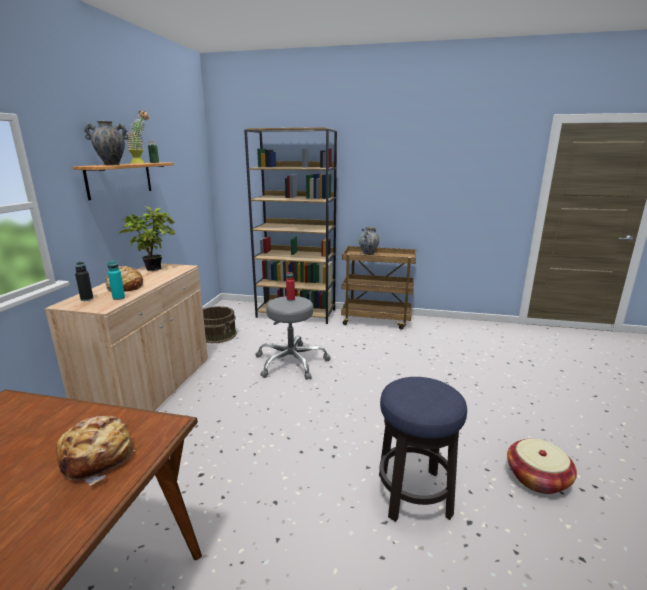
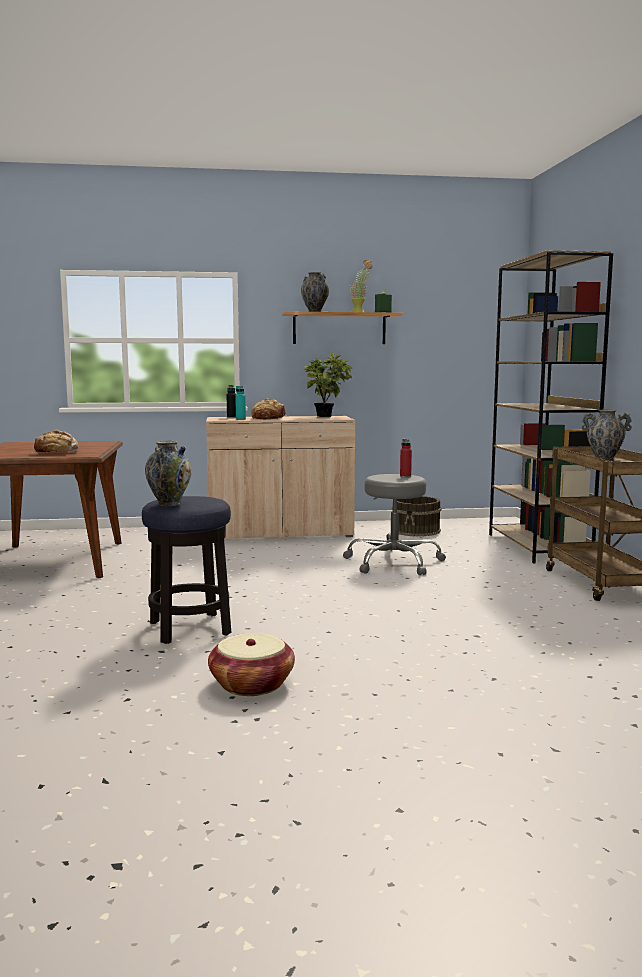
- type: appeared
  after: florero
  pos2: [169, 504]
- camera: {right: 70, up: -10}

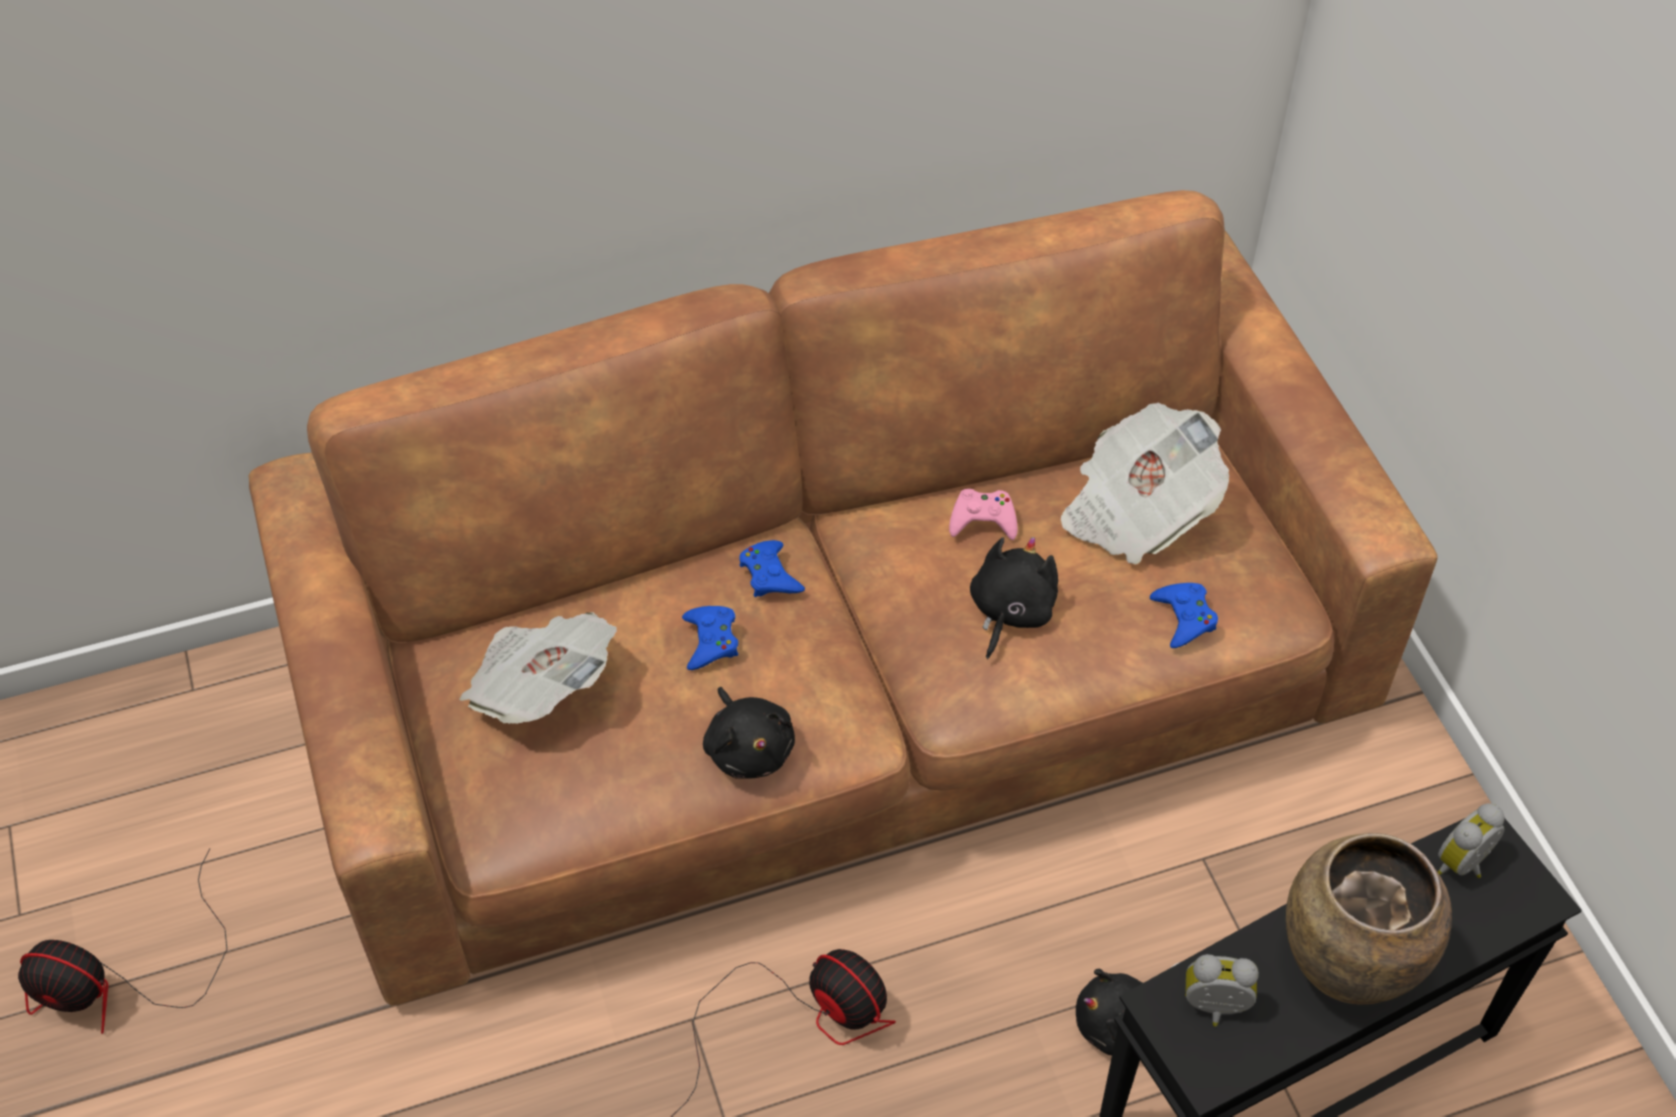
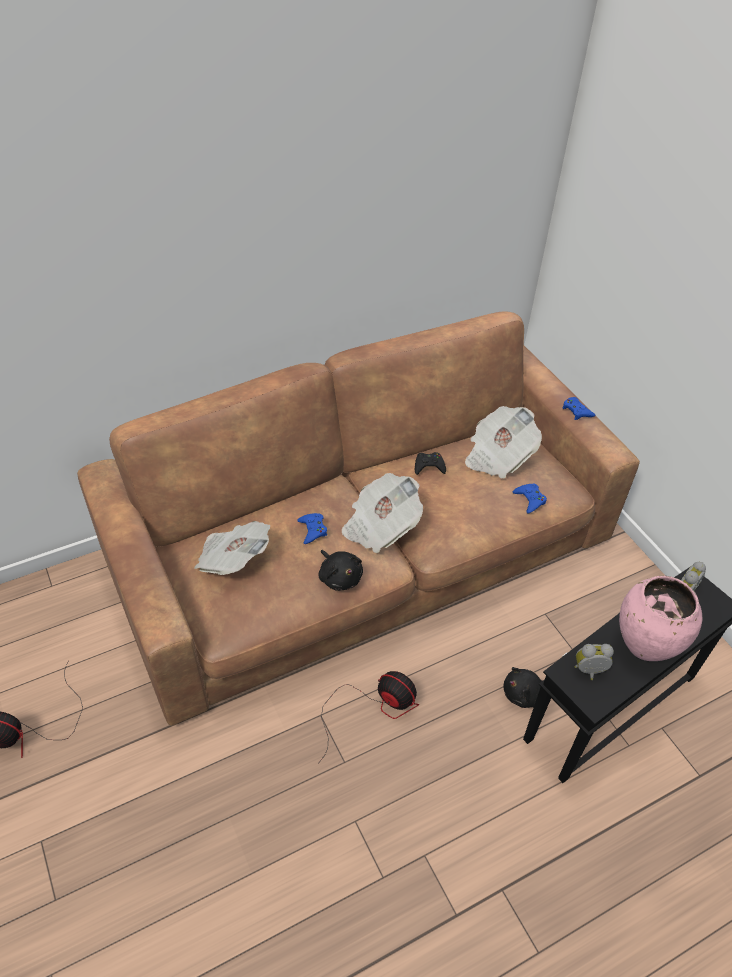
- type: relocated
  before: mando de consola [azul]
  pos1: [770, 575]
  pos2: [576, 411]
- type: colour
  before: mando de consola [rosa]
  after: mando de consola [negro]
  pos1: [983, 519]
  pos2: [429, 466]
- type: missing
  before: peluche [negro]
  pos1: [1010, 611]
- type: colour
  before: florero [marrón]
  after: florero [rosa]
  pos1: [1344, 965]
  pos2: [644, 645]
- type: appeared
  after: periódico
  pos2: [380, 526]
- camera: {right: -10, up: -5}

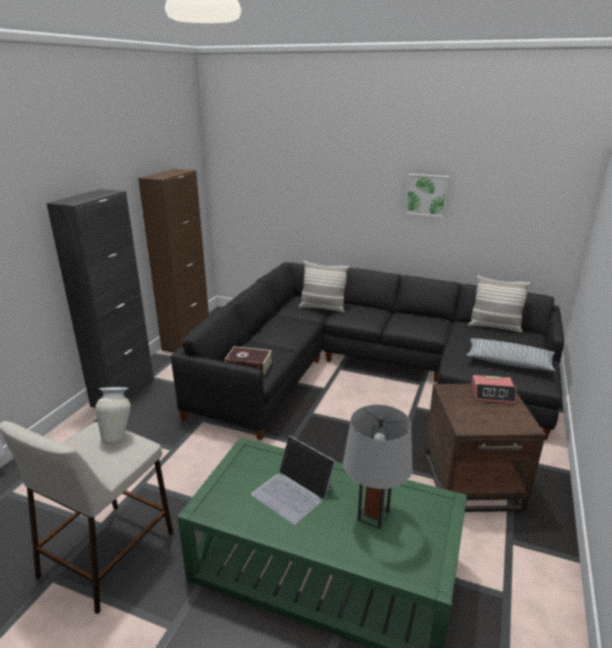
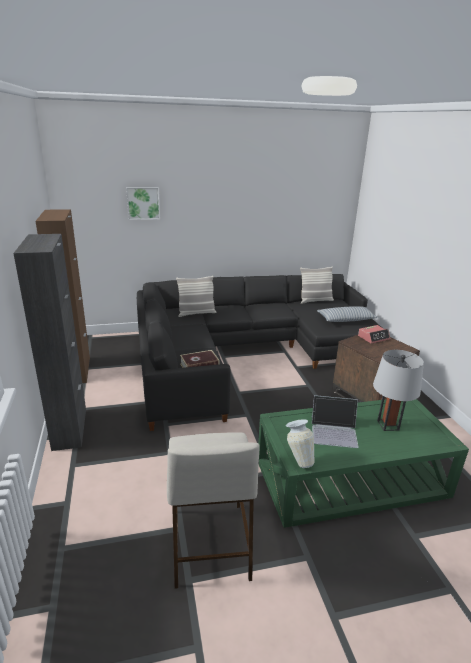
- type: relocated
  before: florero
  pos1: [119, 435]
  pos2: [298, 459]
- type: relocated
  before: cuadro
  pos1: [426, 195]
  pos2: [143, 203]
- camera: {right: -35, up: 0}

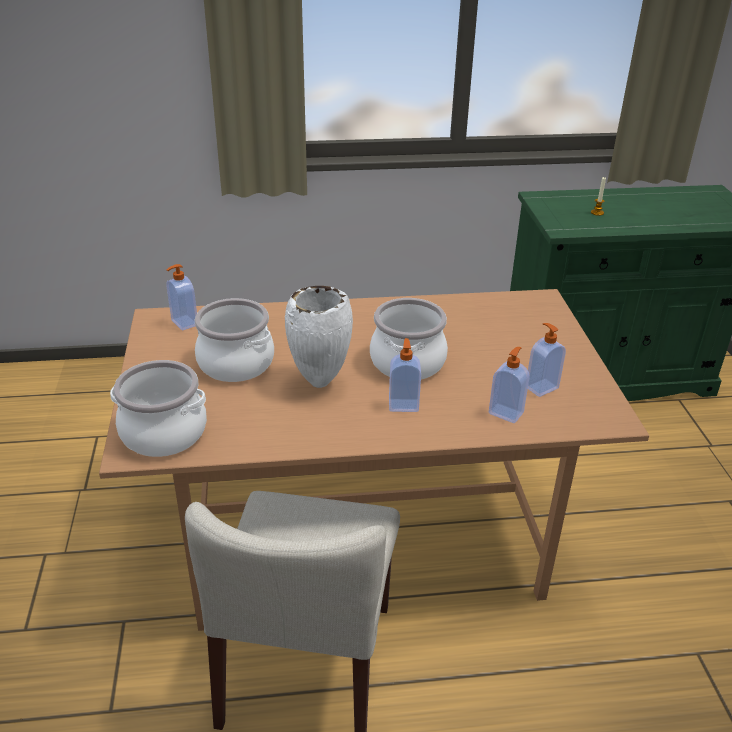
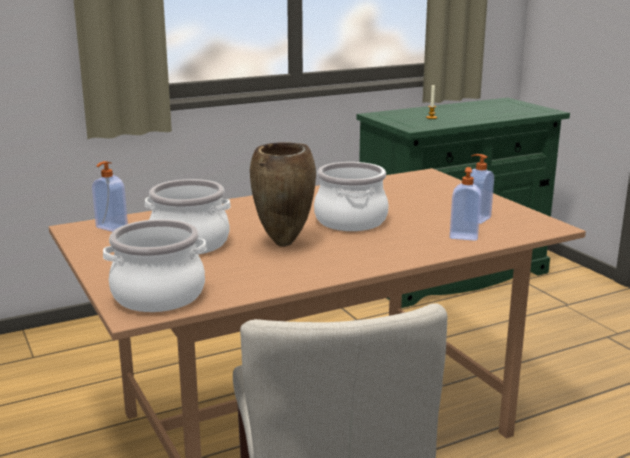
- type: colour
  before: florero [blanco]
  after: florero [marrón]
  pos1: [320, 384]
  pos2: [284, 244]
- type: missing
  before: dispensador de jabón
  pos1: [403, 405]
- camera: {right: -20, up: -15}

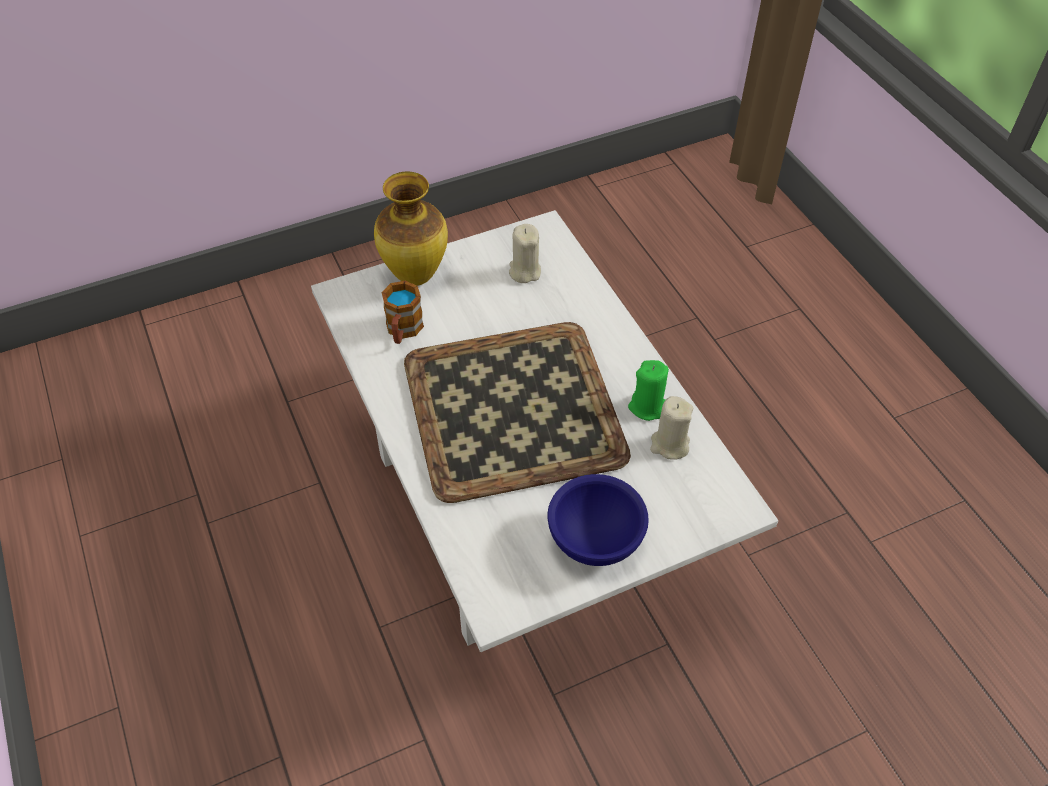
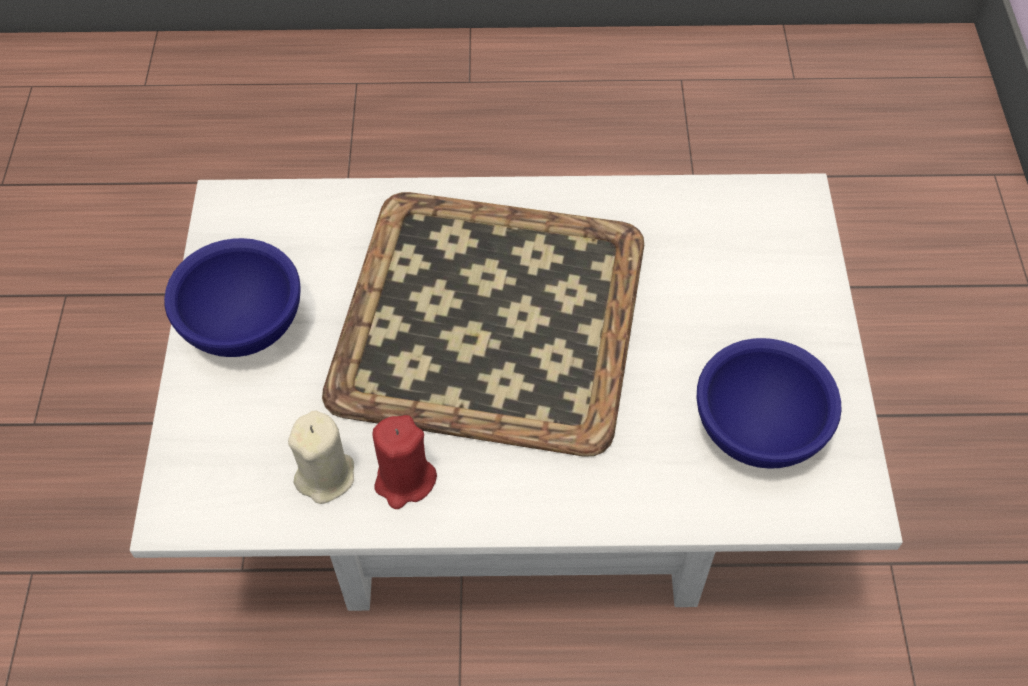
- type: missing
  before: florero
  pos1: [415, 277]
- type: missing
  before: taza grande
  pos1: [403, 331]
- type: exchanged
  before: vela [beis]
  after: cuenco [azul]
  pos1: [524, 271]
  pos2: [756, 433]
- type: colour
  before: vela [verde]
  after: vela [rojo]
  pos1: [648, 407]
  pos2: [404, 480]
- camera: {right: 115, up: 5}

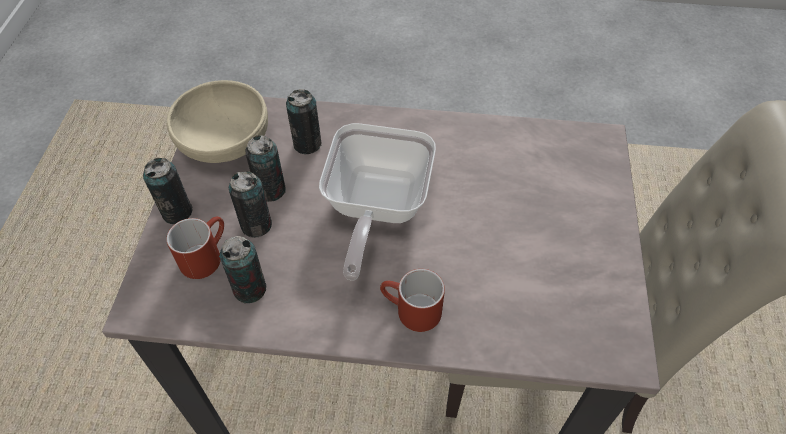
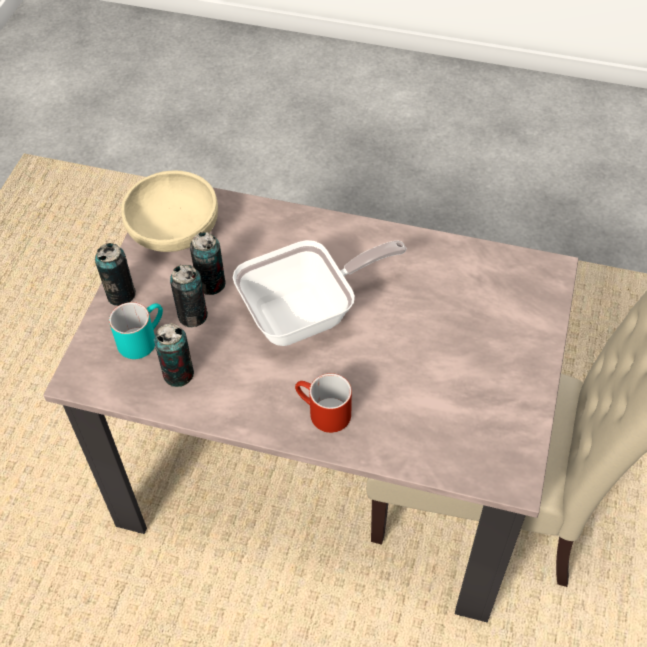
- type: colour
  before: taza grande [rojo]
  after: taza grande [turquesa]
  pos1: [205, 255]
  pos2: [142, 338]
- type: missing
  before: lata
  pos1: [307, 144]
- type: spun
  before: sartén
  pos1: [375, 209]
  pos2: [307, 314]
  turn: -135
- camera: {right: 10, up: 0}

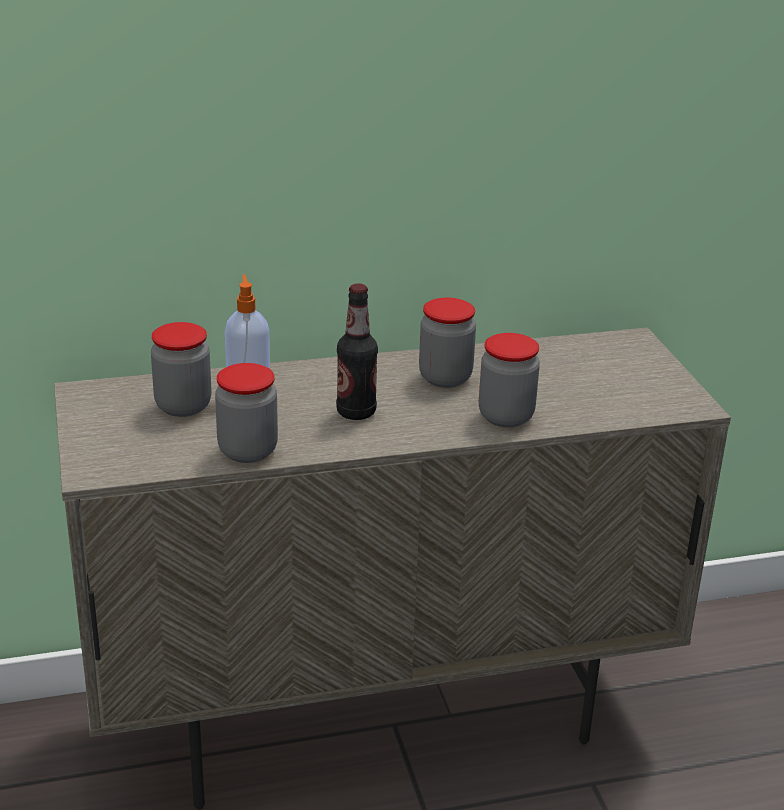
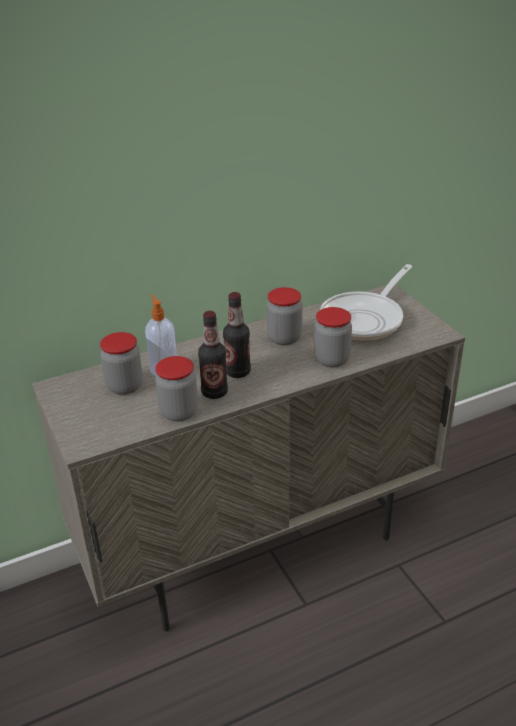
- type: appeared
  after: botella
  pos2: [214, 392]
- type: appeared
  after: sartén
  pos2: [365, 319]
- camera: {right: -10, up: 5}

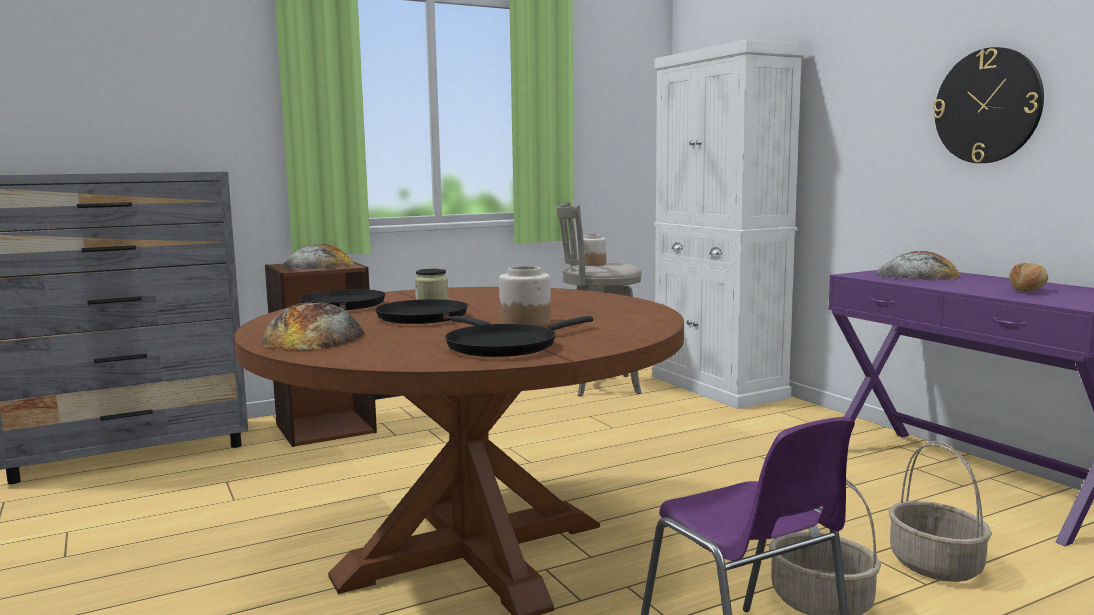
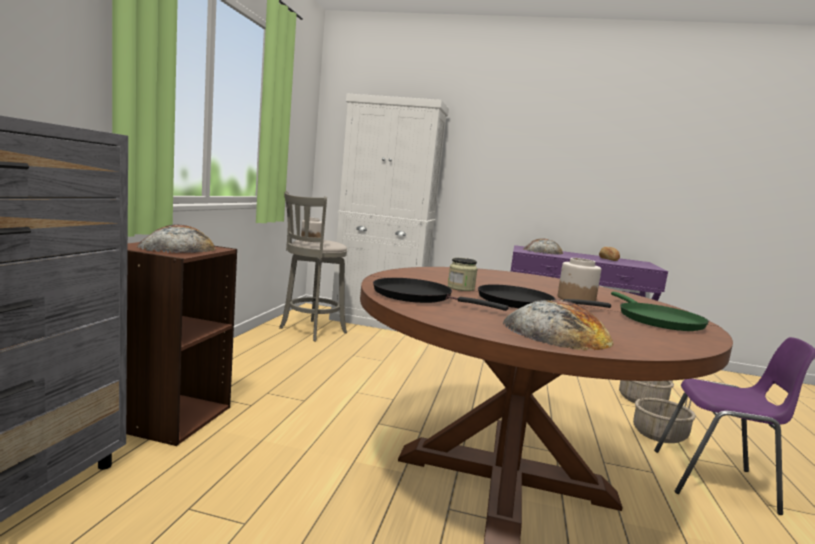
- type: colour
  before: sartén [negro]
  after: sartén [verde]
  pos1: [507, 346]
  pos2: [656, 320]
- type: missing
  before: reloj de pared
  pos1: [987, 106]
- camera: {right: -50, up: 0}

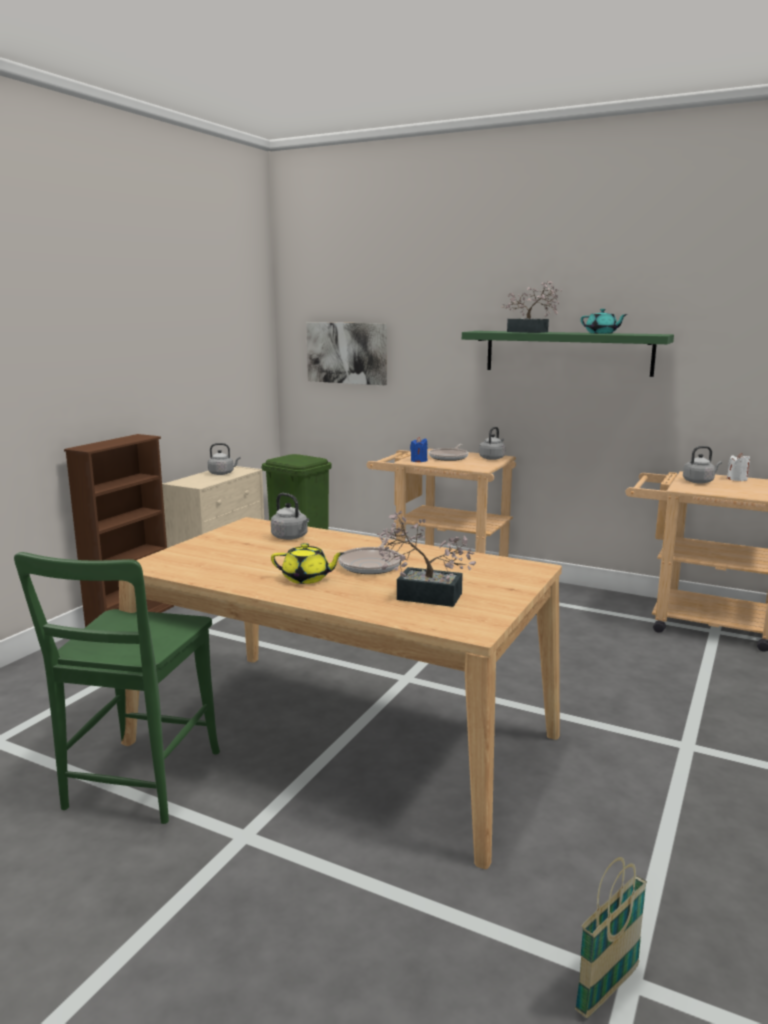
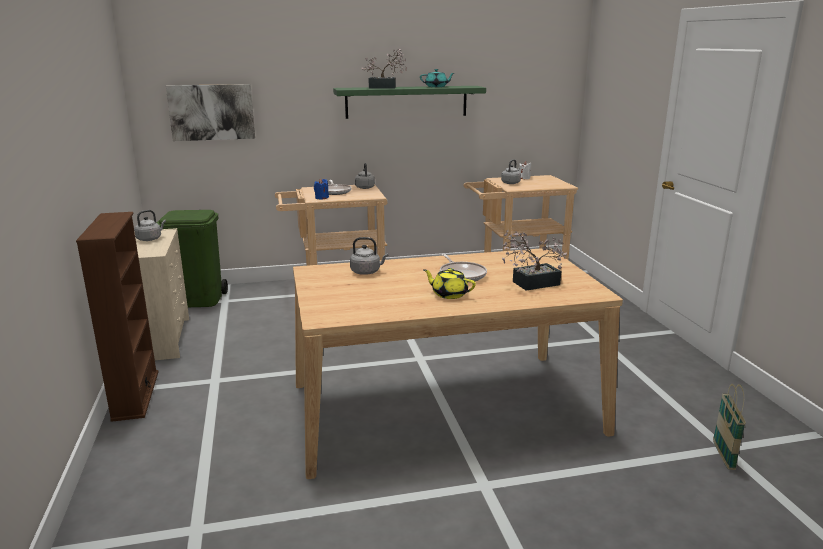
- type: missing
  before: silla [verde]
  pos1: [138, 784]
- type: spun
  before: tetera [amarillo]
  pos1: [307, 578]
  pos2: [449, 294]
  turn: -120
- camera: {right: -40, up: 5}

